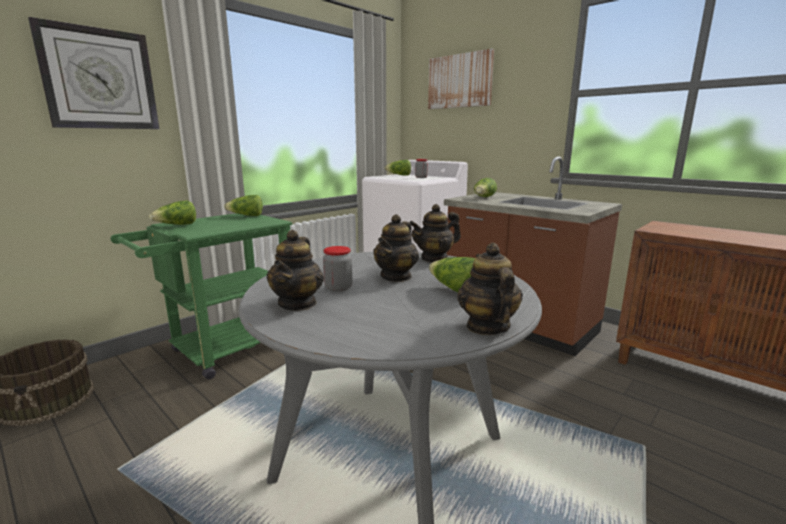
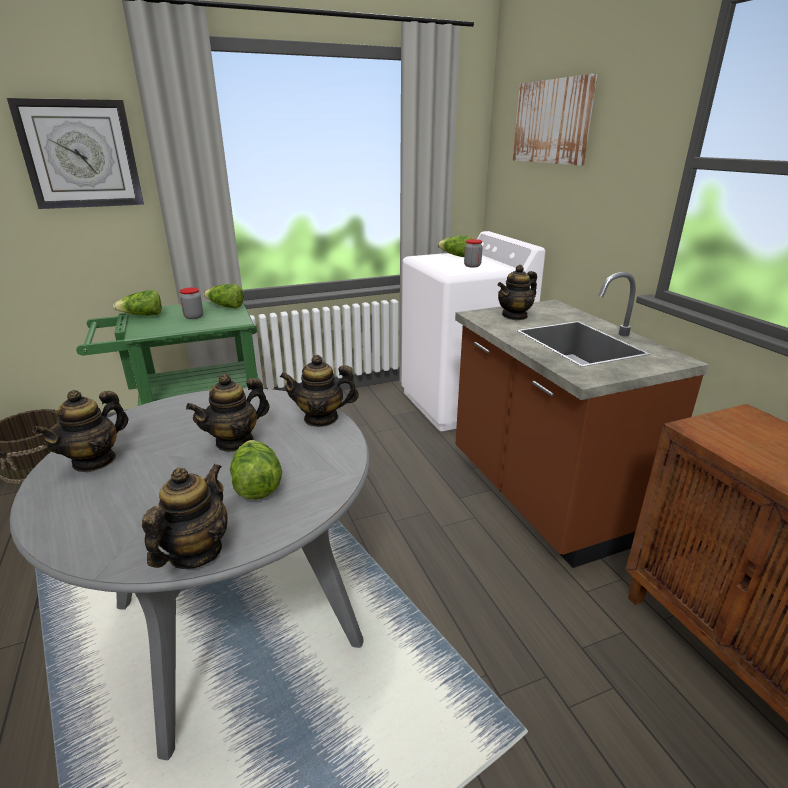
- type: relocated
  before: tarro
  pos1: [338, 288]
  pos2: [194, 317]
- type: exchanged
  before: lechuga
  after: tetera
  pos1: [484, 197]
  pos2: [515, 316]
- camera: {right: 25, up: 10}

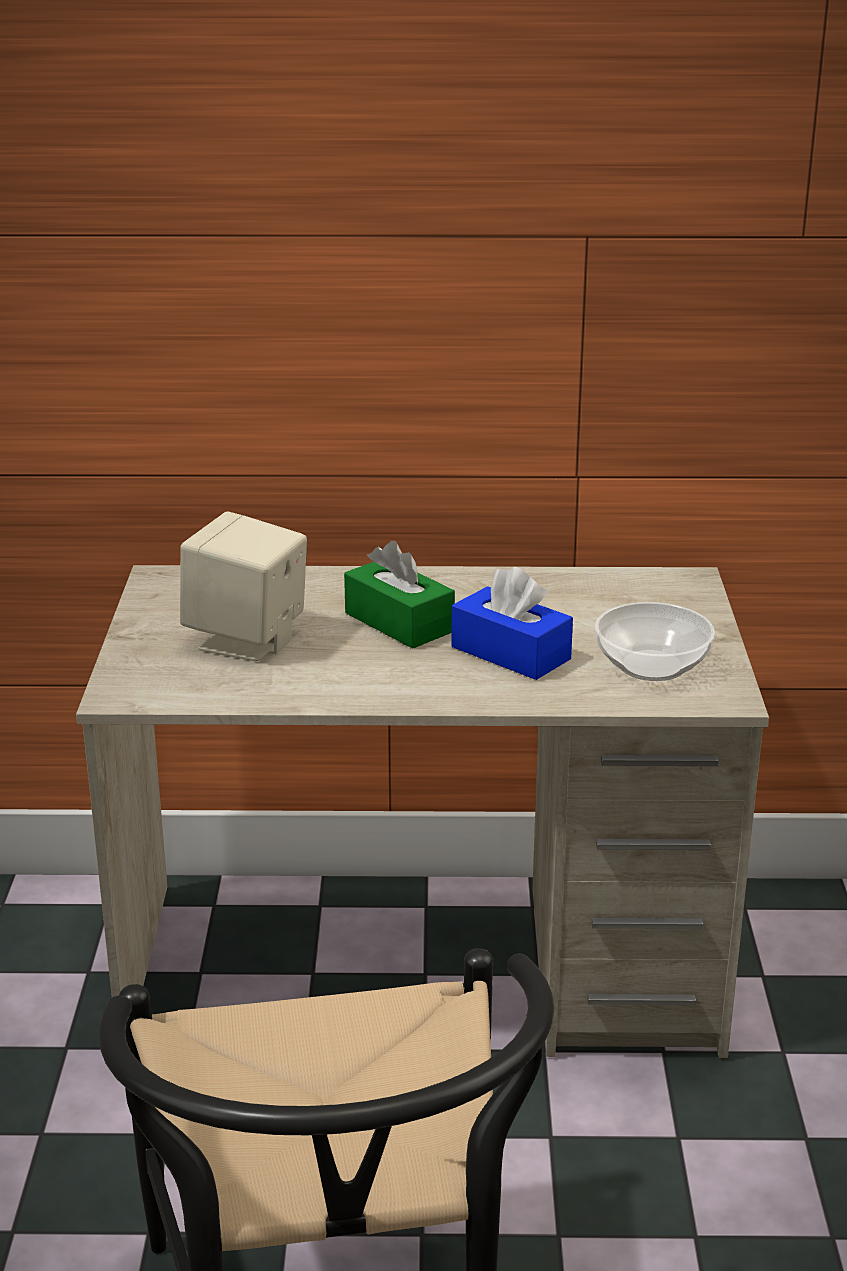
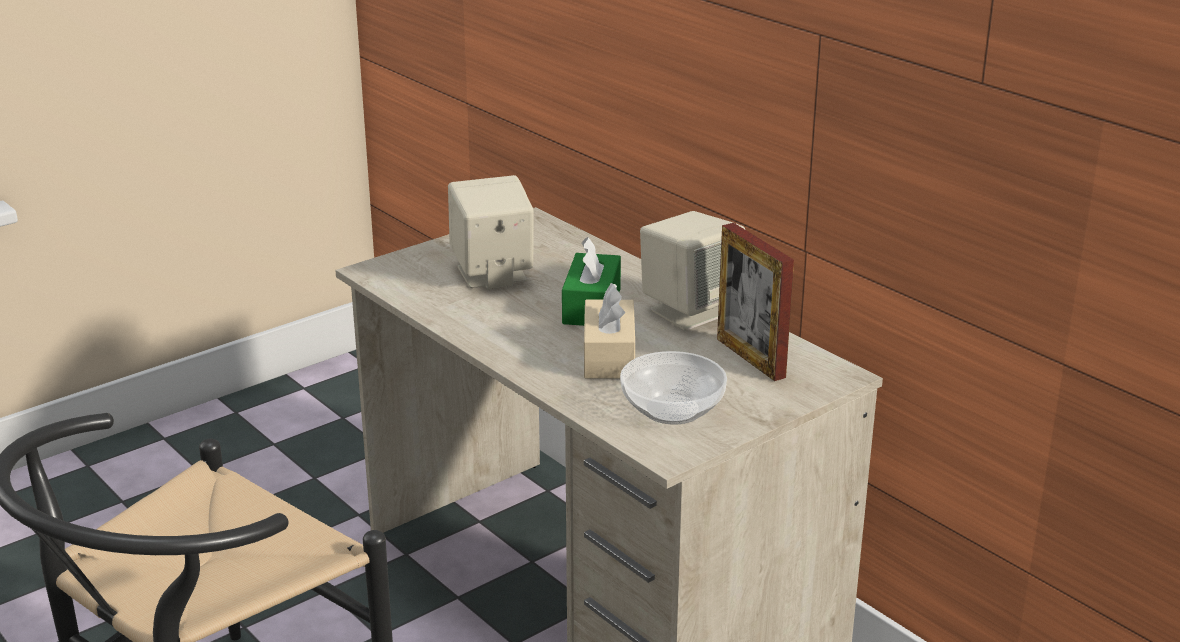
- type: colour
  before: caja de pañuelos [azul]
  after: caja de pañuelos [beis]
  pos1: [510, 653]
  pos2: [609, 356]
- type: appeared
  after: altavoz [beis]
  pos2: [691, 311]
- type: appeared
  after: portarretratos
  pos2: [750, 358]
- camera: {right: 50, up: 0}

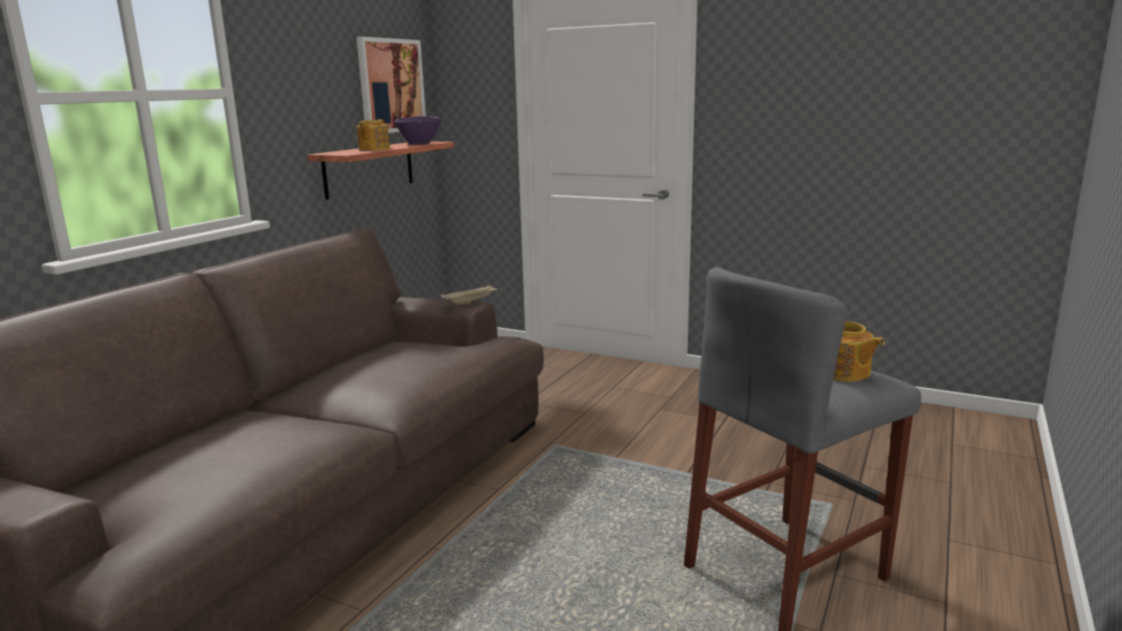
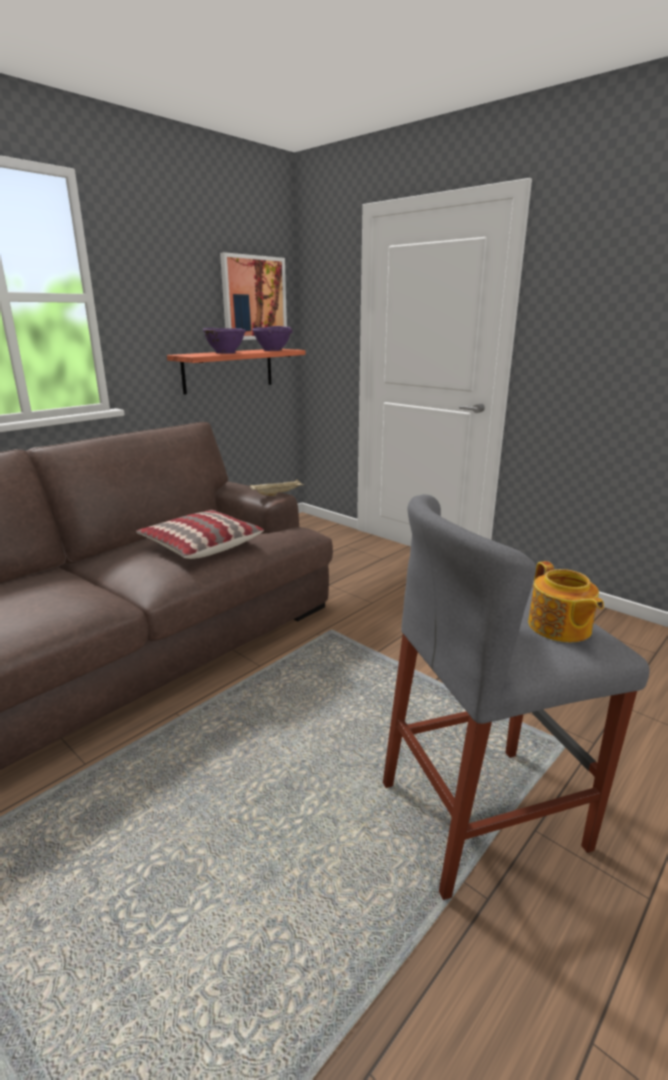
- type: exchanged
  before: tetera
  after: cuenco [morado]
  pos1: [373, 149]
  pos2: [225, 353]
- type: appeared
  after: cojín
  pos2: [200, 545]
- camera: {right: 15, up: 5}

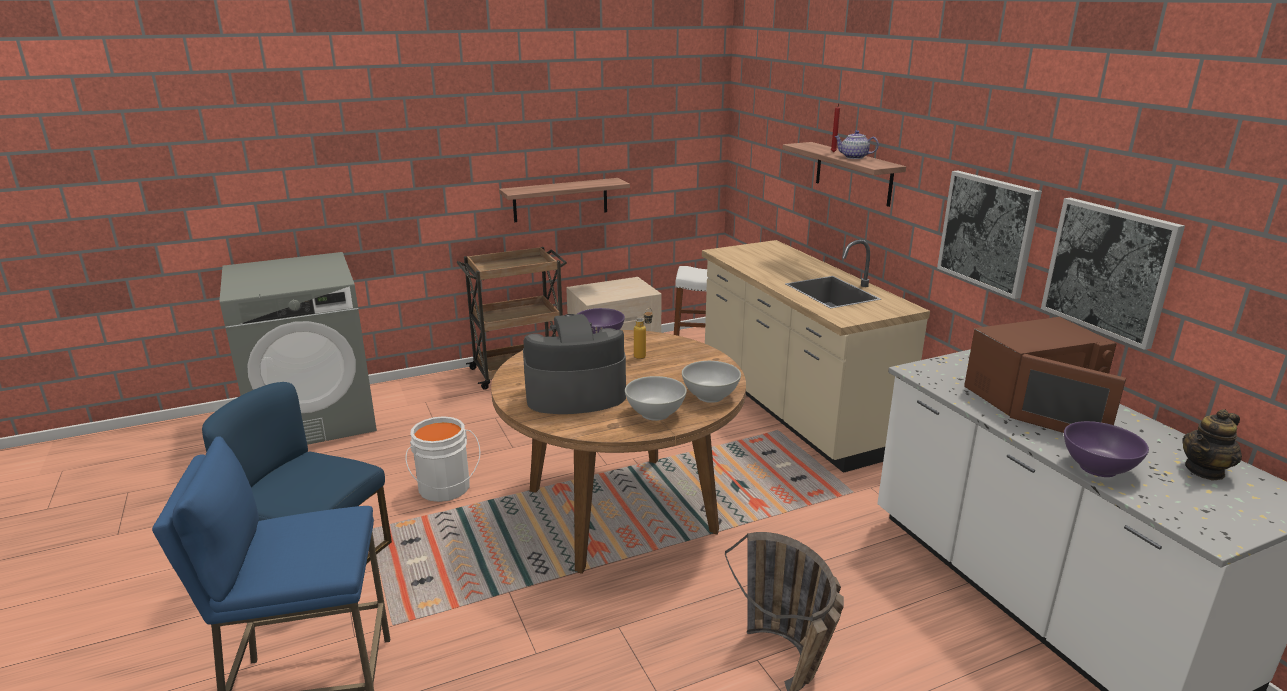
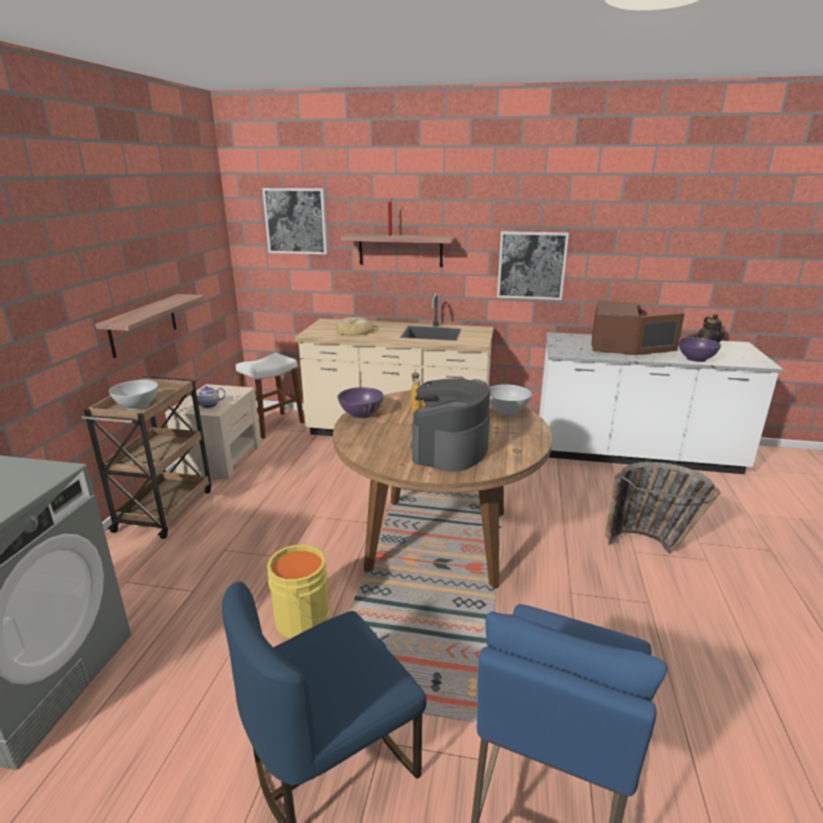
- type: colour
  before: cubo [blanco]
  after: cubo [amarillo]
  pos1: [445, 489]
  pos2: [305, 620]
- type: relocated
  before: cuenco [blanco]
  pos1: [655, 414]
  pos2: [138, 406]
- type: relocated
  before: tetera
  pos1: [853, 157]
  pos2: [208, 405]
- type: relocated
  before: cuadro
  pos1: [1109, 270]
  pos2: [296, 221]
- type: appeared
  after: pan
  pos2: [354, 330]
- camera: {right: -55, up: 0}

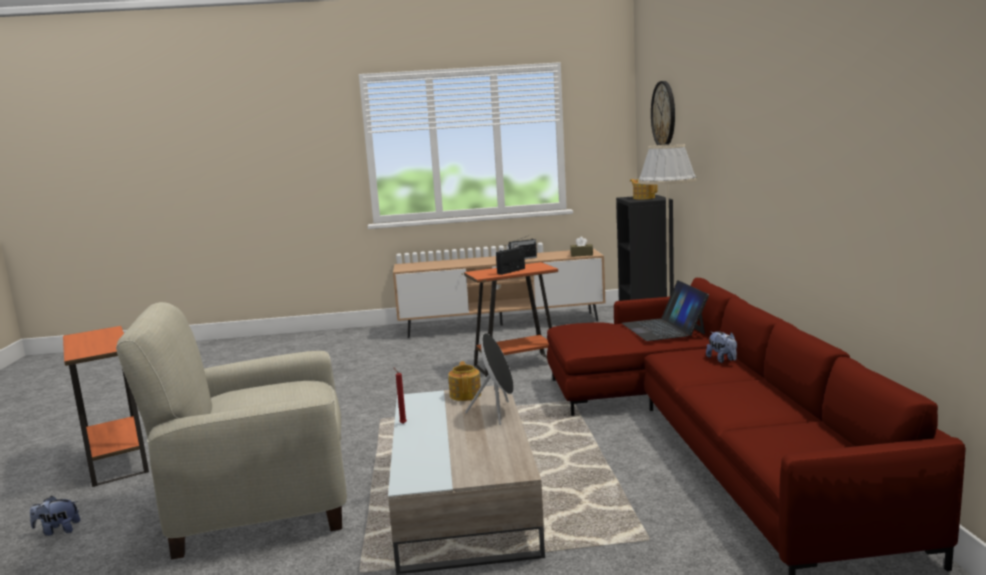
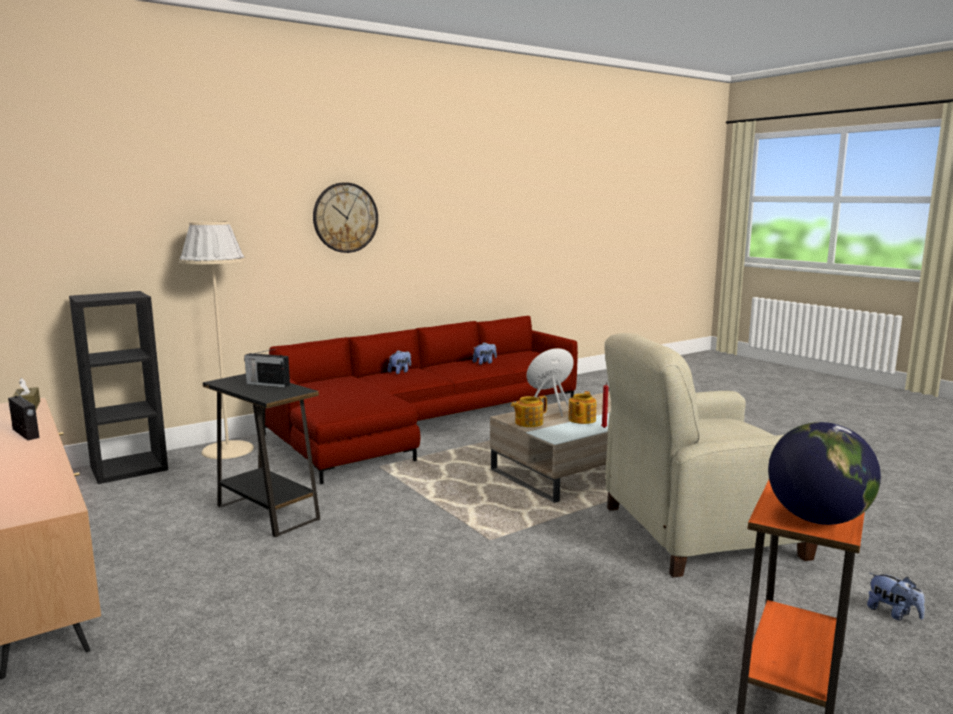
- type: spun
  before: sillón [beis]
  pos1: [260, 503]
  pos2: [699, 532]
  turn: 120
- type: colour
  before: mesa auxiliar [naranja]
  after: mesa auxiliar [negro]
  pos1: [516, 364]
  pos2: [267, 512]
- type: missing
  before: portátil
  pos1: [663, 328]
- type: relocated
  before: tetera
  pos1: [643, 198]
  pos2: [581, 420]
- type: relocated
  before: reloj de pared
  pos1: [664, 114]
  pos2: [345, 217]
- type: appeared
  after: peluche
  pos2: [484, 363]
- type: appeared
  after: globo terráqueo
  pos2: [817, 519]
- camera: {right: -120, up: 0}

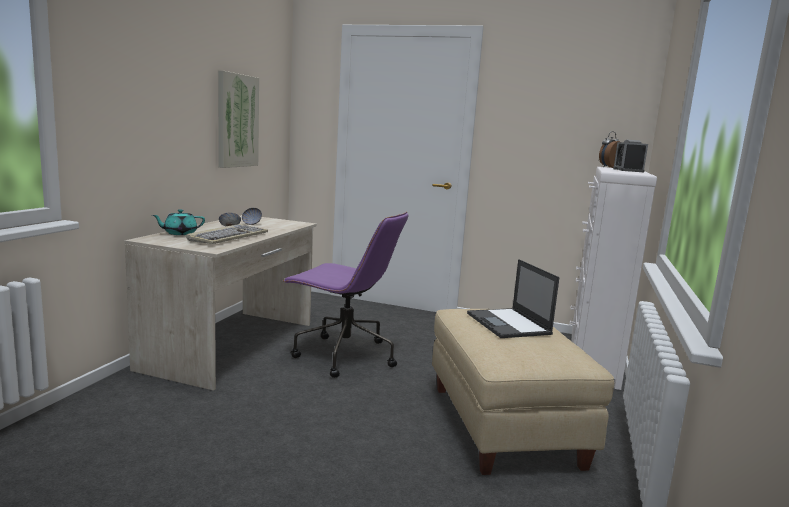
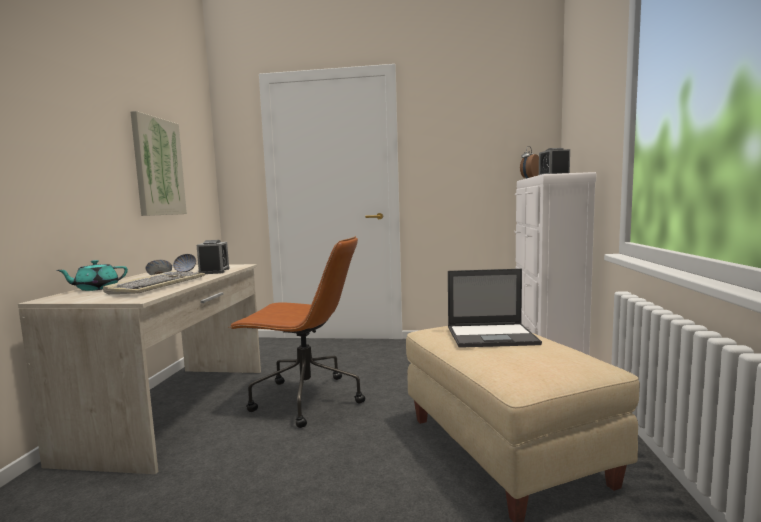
- type: colour
  before: silla de oficina [morado]
  after: silla de oficina [marrón]
  pos1: [343, 355]
  pos2: [305, 399]
- type: spun
  before: portátil
  pos1: [509, 324]
  pos2: [492, 336]
  turn: -60
- type: appeared
  after: despertador
  pos2: [214, 271]
- camera: {right: -10, up: -5}

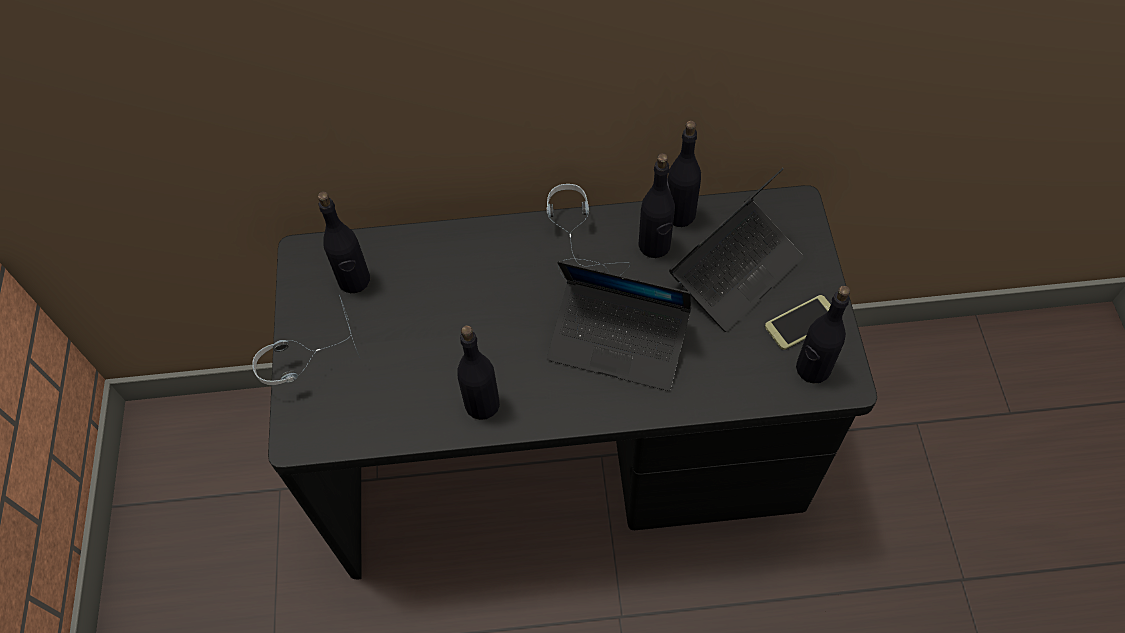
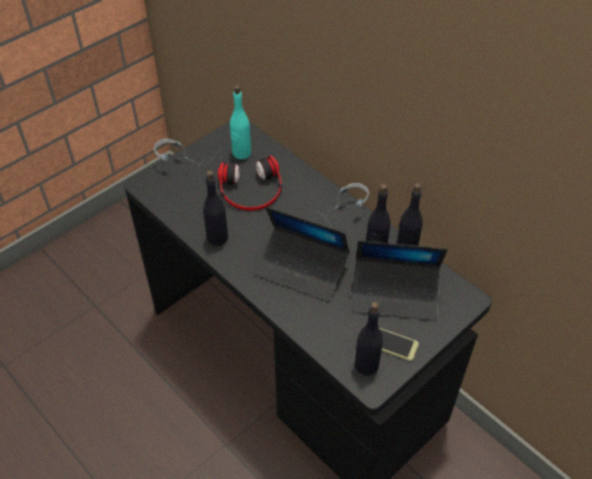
- type: colour
  before: botella [negro]
  after: botella [turquesa]
  pos1: [354, 280]
  pos2: [241, 153]
- type: spun
  before: portátil
  pos1: [618, 341]
  pos2: [302, 270]
  turn: -45
- type: appeared
  after: auriculares
  pos2: [251, 190]
- camera: {right: 50, up: -10}

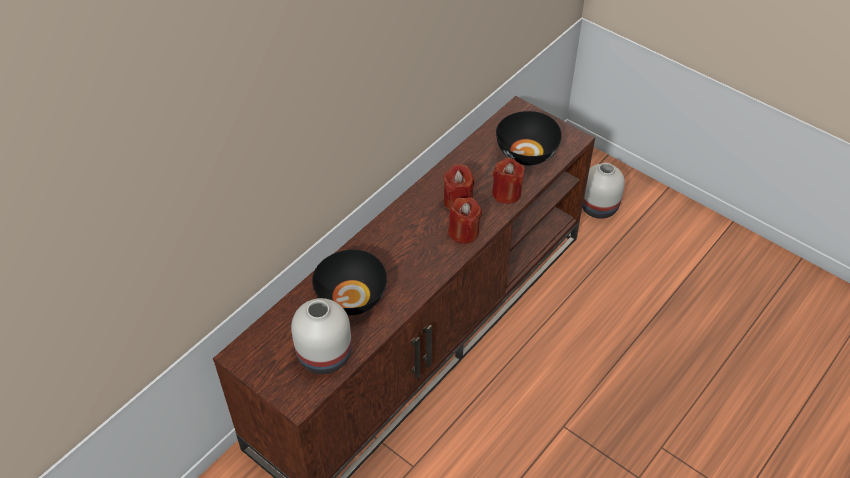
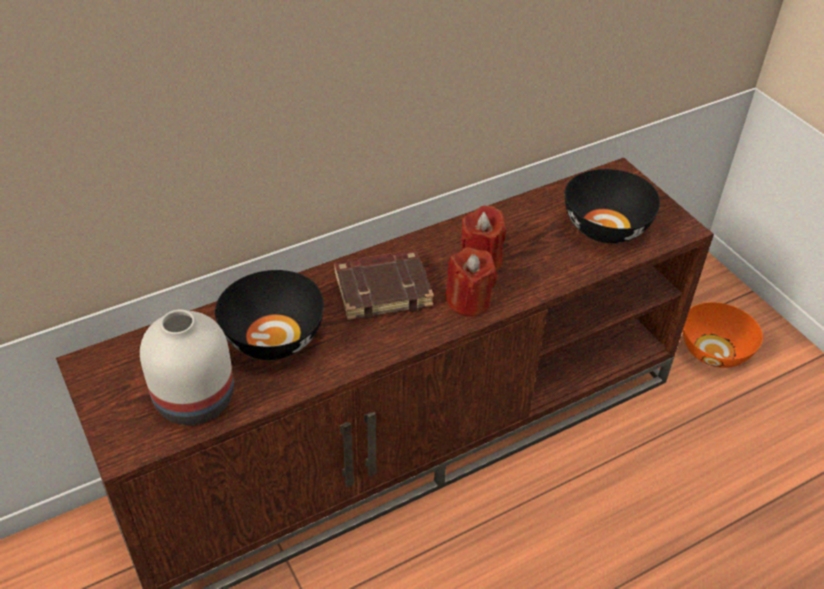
- type: missing
  before: vela [rojo]
  pos1: [506, 193]
- type: exchanged
  before: florero [blanco]
  after: cuenco [naranja]
  pos1: [599, 206]
  pos2: [715, 351]
- type: appeared
  after: libro [marrón]
  pos2: [383, 289]
- camera: {right: 20, up: -5}

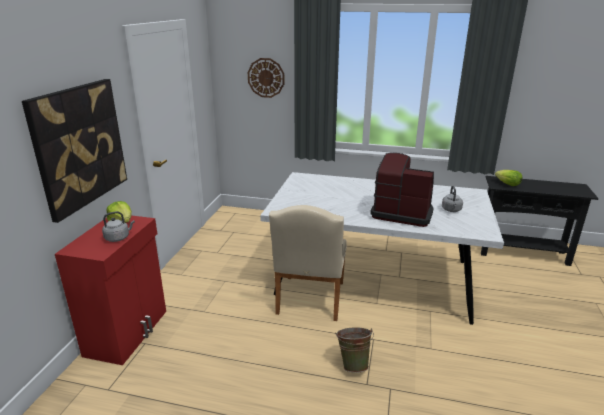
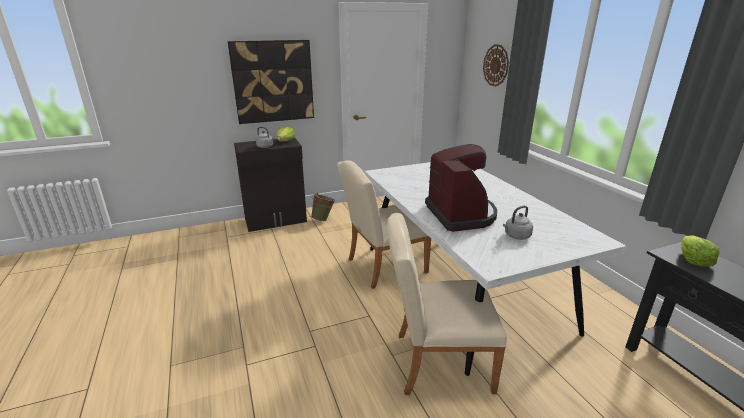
- type: colour
  before: armario [rojo]
  after: armario [negro]
  pos1: [128, 332]
  pos2: [276, 220]
- type: relocated
  before: cubo [verde]
  pos1: [353, 363]
  pos2: [323, 219]
- type: appeared
  after: silla [beis]
  pos2: [435, 361]
- camera: {right: 55, up: 0}

